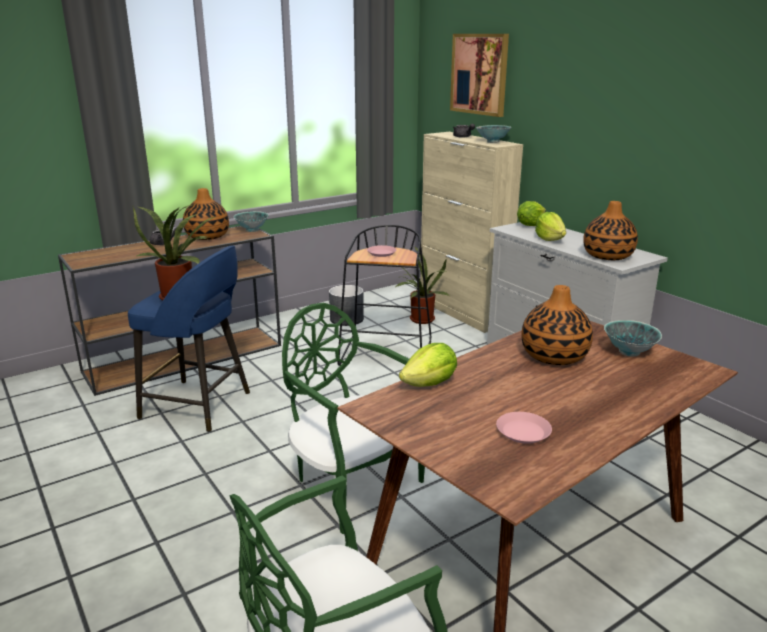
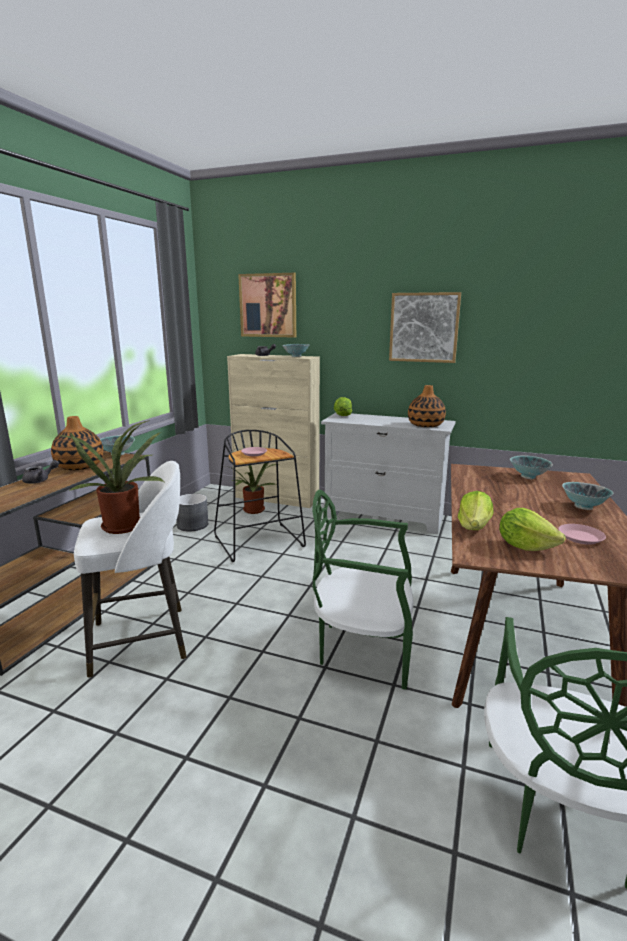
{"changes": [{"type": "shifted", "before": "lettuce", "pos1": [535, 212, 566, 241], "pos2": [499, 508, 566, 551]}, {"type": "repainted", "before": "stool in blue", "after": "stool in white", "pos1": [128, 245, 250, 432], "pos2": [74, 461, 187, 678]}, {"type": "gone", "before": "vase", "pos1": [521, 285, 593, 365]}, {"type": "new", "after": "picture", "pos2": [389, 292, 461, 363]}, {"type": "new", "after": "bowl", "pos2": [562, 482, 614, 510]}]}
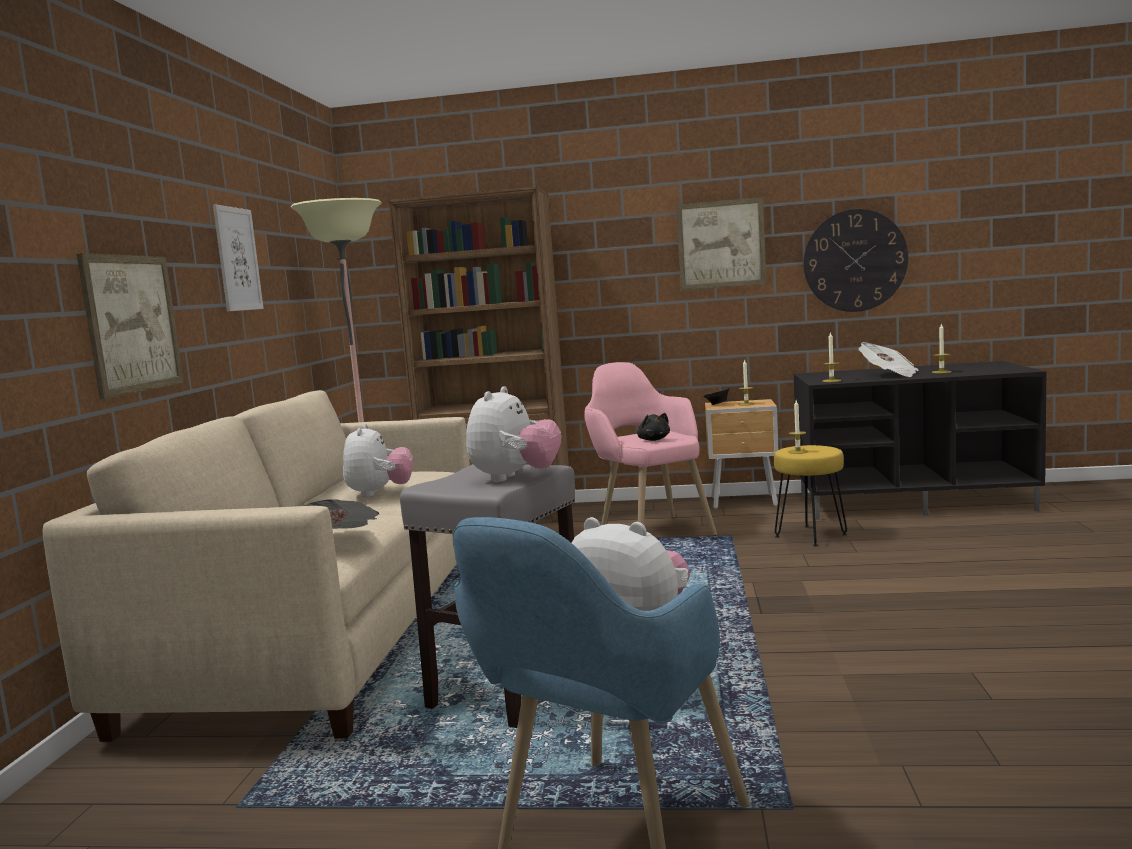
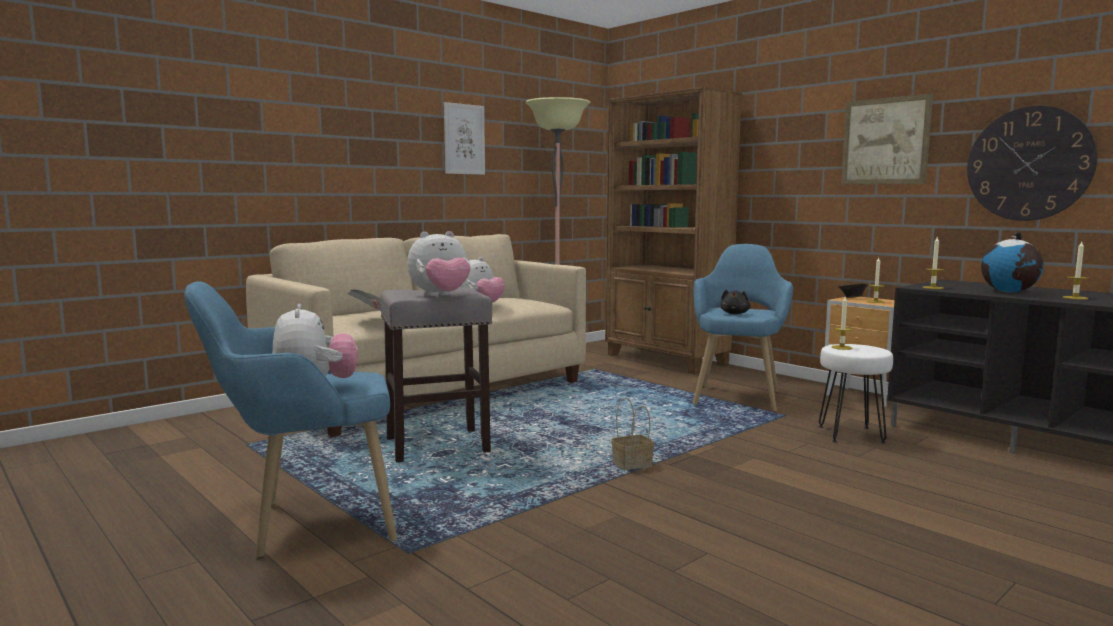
{"changes": [{"type": "gone", "before": "picture", "pos1": [77, 253, 184, 399]}, {"type": "swapped", "before": "newspaper", "after": "globe", "pos1": [858, 342, 919, 377], "pos2": [981, 232, 1044, 293]}, {"type": "repainted", "before": "armchair in pink", "after": "armchair in blue", "pos1": [584, 362, 717, 536], "pos2": [693, 244, 793, 412]}, {"type": "repainted", "before": "stool in yellow", "after": "stool in white", "pos1": [774, 445, 847, 546], "pos2": [819, 344, 893, 444]}, {"type": "new", "after": "basket", "pos2": [611, 397, 654, 470]}]}
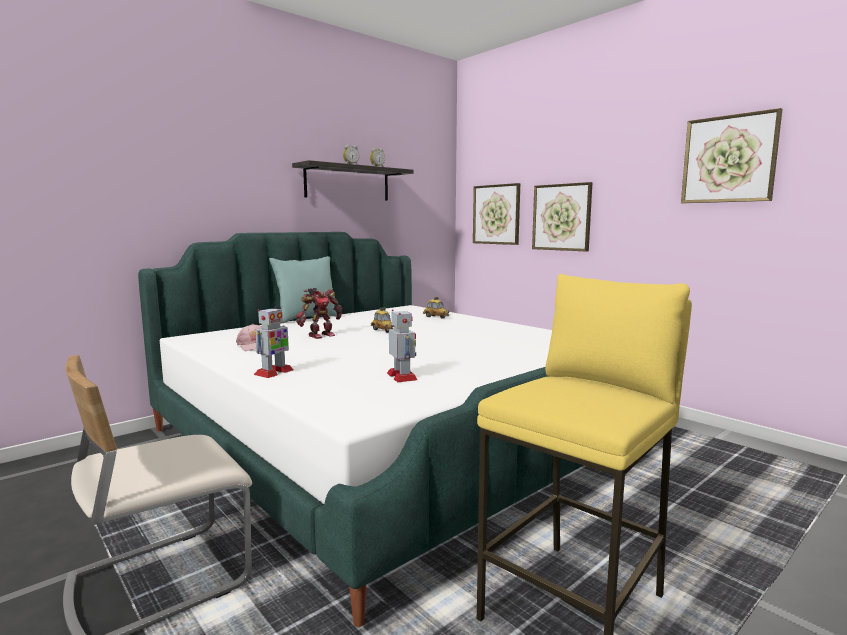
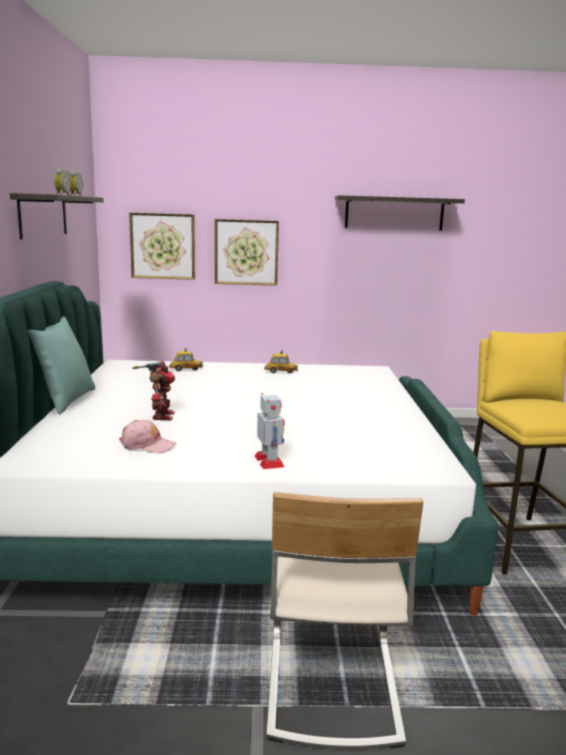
{"changes": [{"type": "swapped", "before": "picture", "after": "shelf", "pos1": [681, 108, 782, 203], "pos2": [335, 195, 465, 231]}, {"type": "shifted", "before": "toy car", "pos1": [371, 307, 394, 333], "pos2": [264, 350, 298, 373]}, {"type": "gone", "before": "toy robot", "pos1": [387, 309, 417, 382]}]}
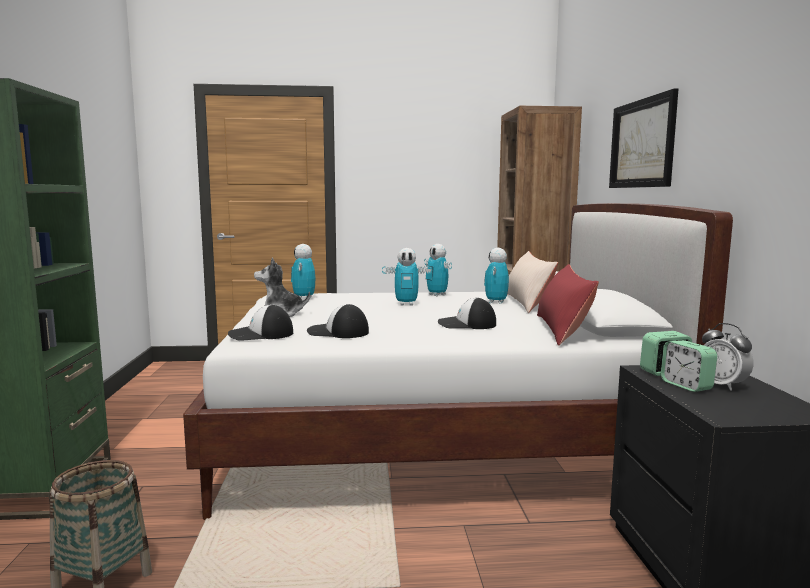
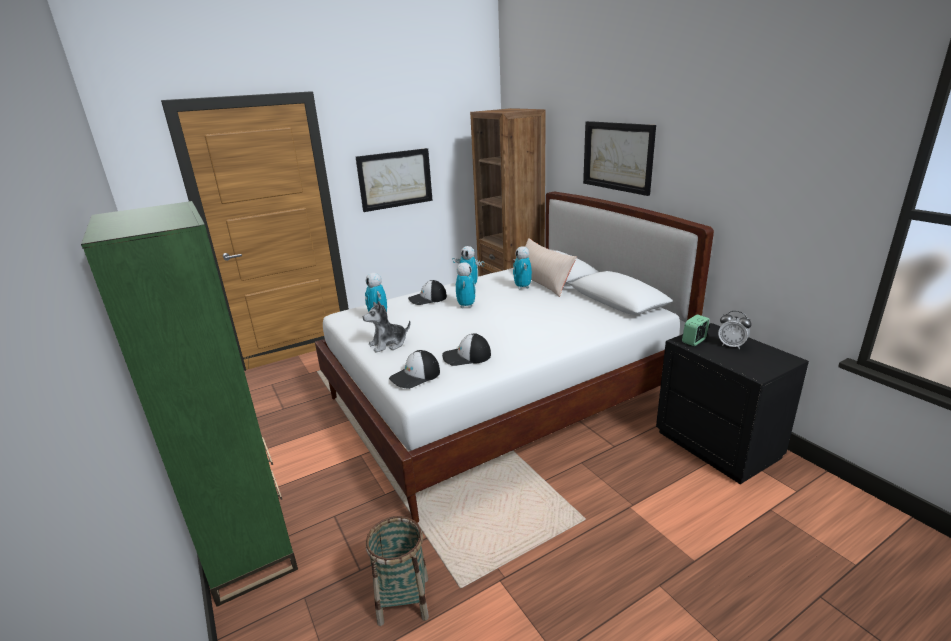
{"changes": [{"type": "rotated", "before": "toy robot", "pos1": [382, 248, 432, 306], "pos2": [456, 262, 476, 308], "turn": -60}, {"type": "gone", "before": "pillow in red", "pos1": [537, 264, 599, 346]}, {"type": "shifted", "before": "cap", "pos1": [438, 297, 496, 329], "pos2": [408, 280, 447, 305]}, {"type": "gone", "before": "alarm clock", "pos1": [661, 340, 717, 392]}, {"type": "new", "after": "picture", "pos2": [356, 148, 433, 212]}]}
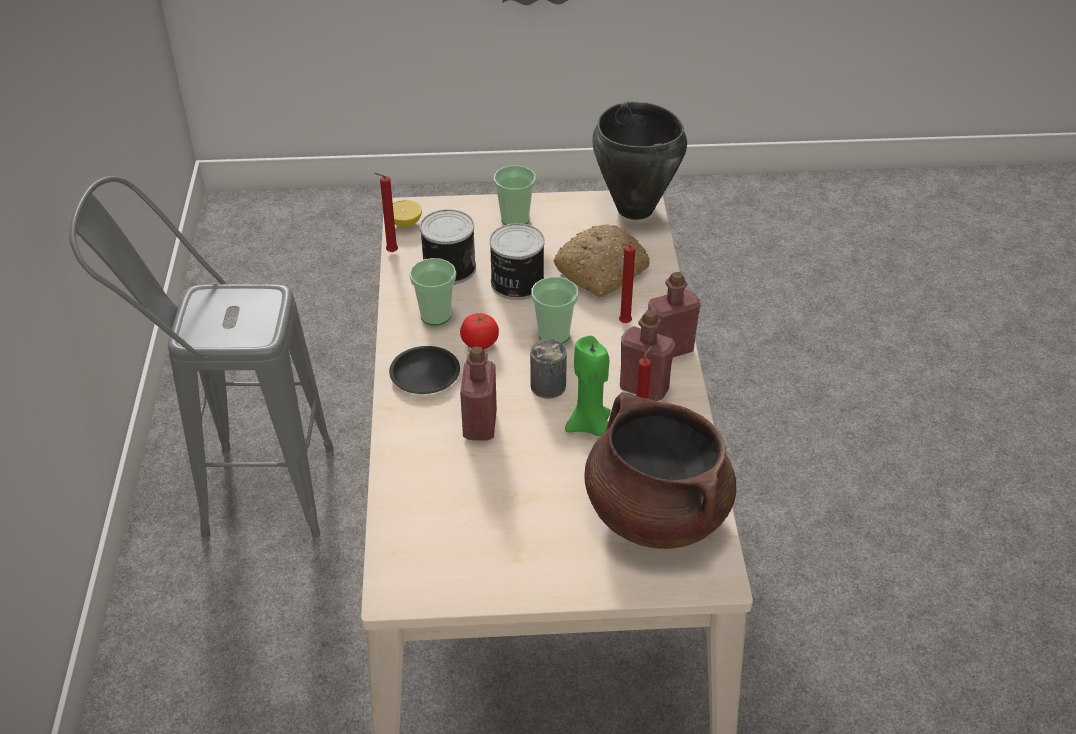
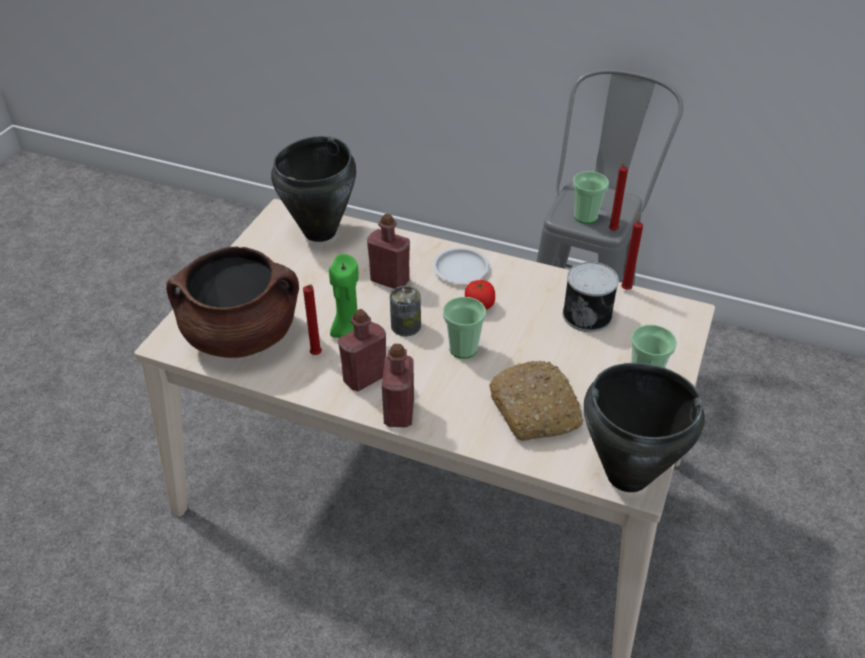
{"changes": [{"type": "gone", "before": "lemon", "pos1": [393, 200, 422, 227]}, {"type": "gone", "before": "can", "pos1": [489, 223, 545, 300]}, {"type": "shifted", "before": "candle in red", "pos1": [619, 243, 635, 323], "pos2": [609, 157, 628, 231]}, {"type": "shifted", "before": "cup", "pos1": [409, 258, 456, 326], "pos2": [573, 171, 609, 224]}, {"type": "repainted", "before": "plate in black", "after": "plate in white", "pos1": [389, 346, 460, 394], "pos2": [433, 248, 489, 283]}, {"type": "new", "after": "cooking pot in black", "pos2": [271, 136, 356, 242]}]}
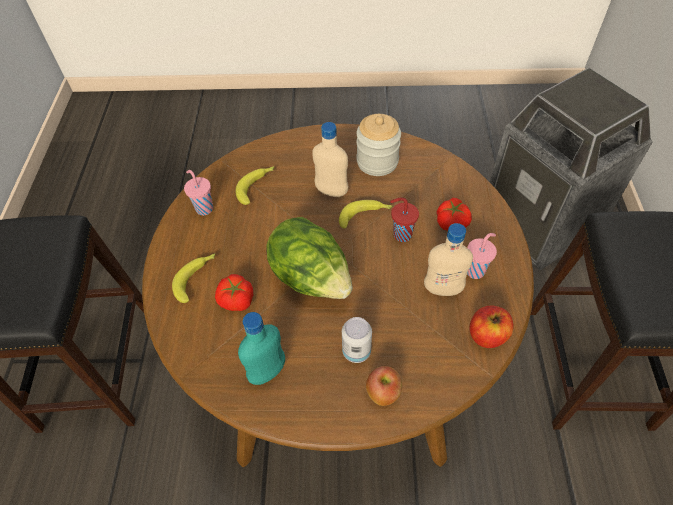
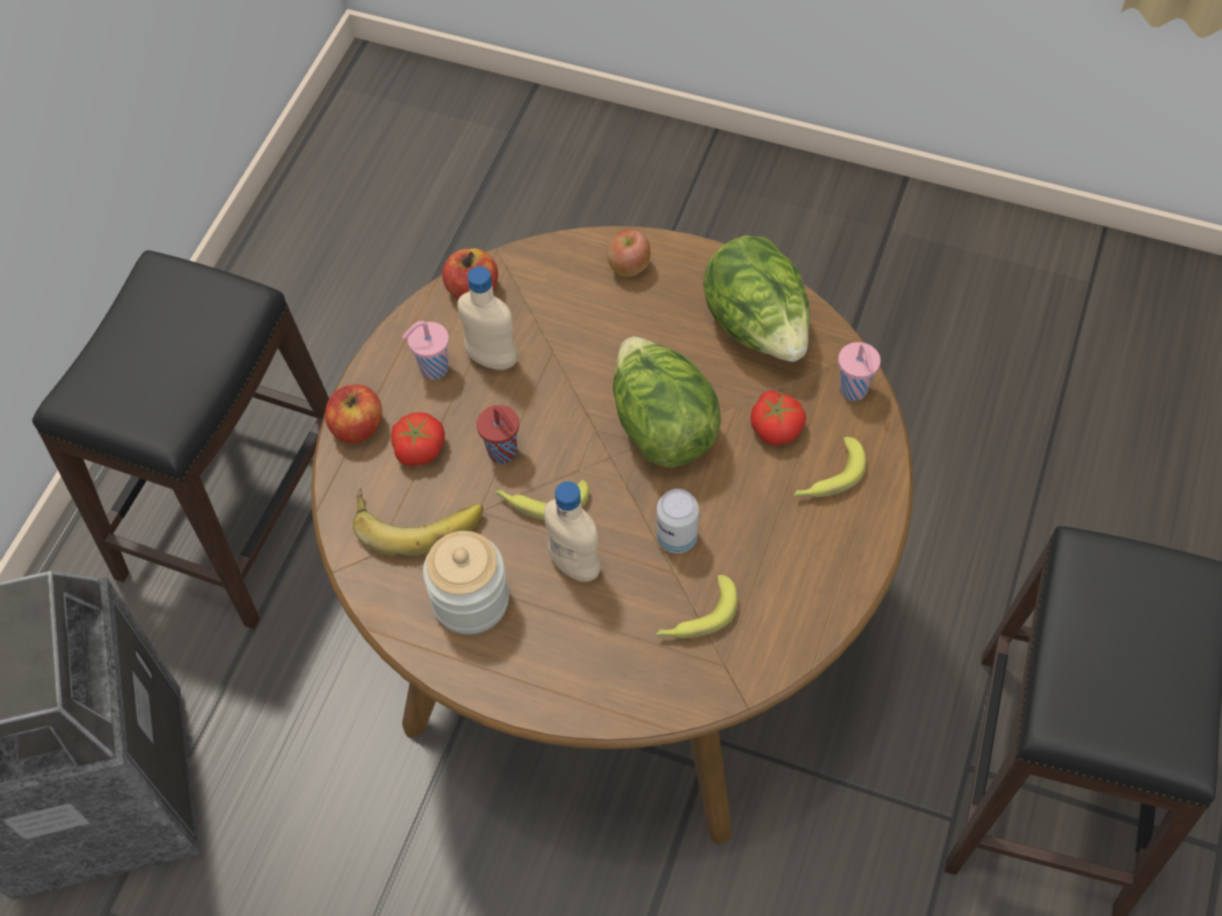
{"changes": [{"type": "shifted", "before": "cup in pink", "pos1": [184, 170, 213, 216], "pos2": [838, 342, 881, 401]}, {"type": "swapped", "before": "bottle in turquoise", "after": "lettuce", "pos1": [238, 312, 285, 385], "pos2": [703, 236, 810, 362]}, {"type": "shifted", "before": "can", "pos1": [342, 317, 372, 363], "pos2": [657, 489, 699, 553]}, {"type": "new", "after": "apple", "pos2": [325, 384, 382, 443]}, {"type": "new", "after": "banana", "pos2": [353, 488, 483, 556]}]}
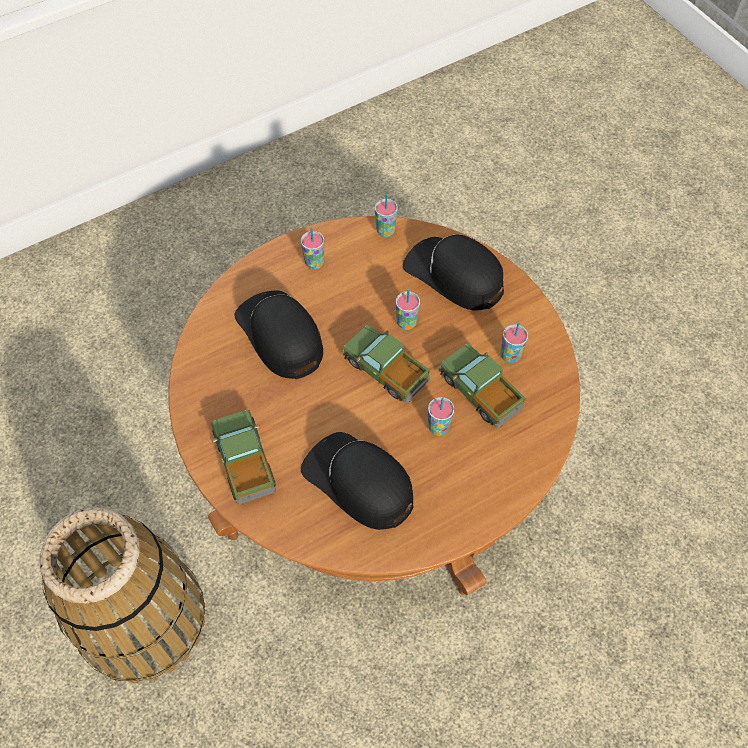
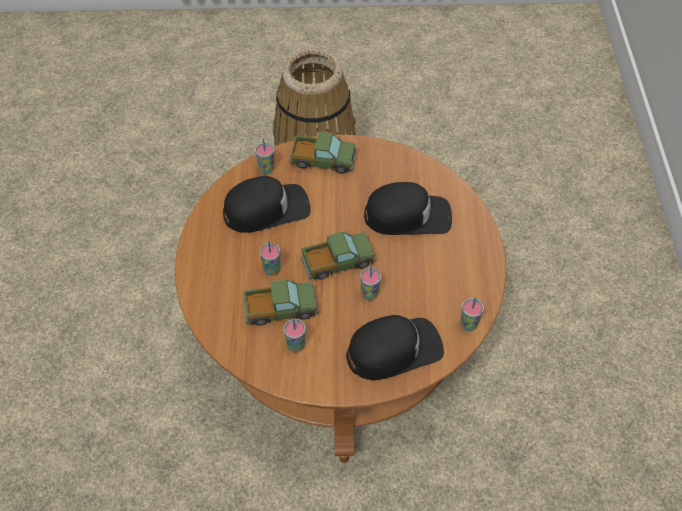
{"changes": [{"type": "shifted", "before": "cup", "pos1": [301, 227, 324, 270], "pos2": [255, 138, 274, 174]}]}
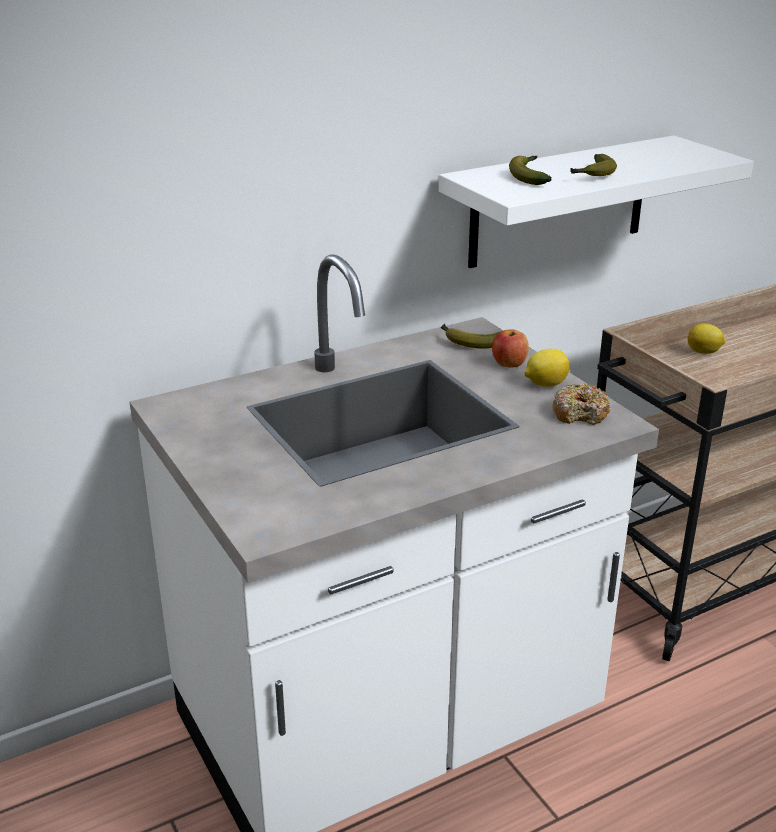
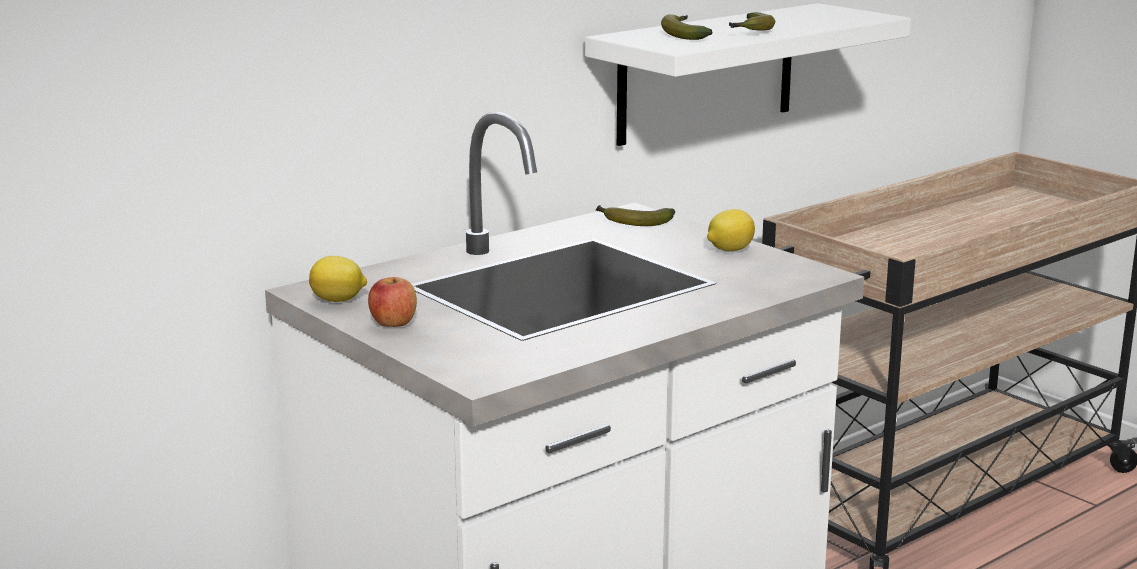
{"changes": [{"type": "shifted", "before": "lemon", "pos1": [688, 323, 726, 354], "pos2": [309, 256, 367, 302]}, {"type": "shifted", "before": "apple", "pos1": [492, 329, 529, 367], "pos2": [368, 277, 417, 327]}, {"type": "gone", "before": "donut", "pos1": [552, 384, 610, 425]}]}
